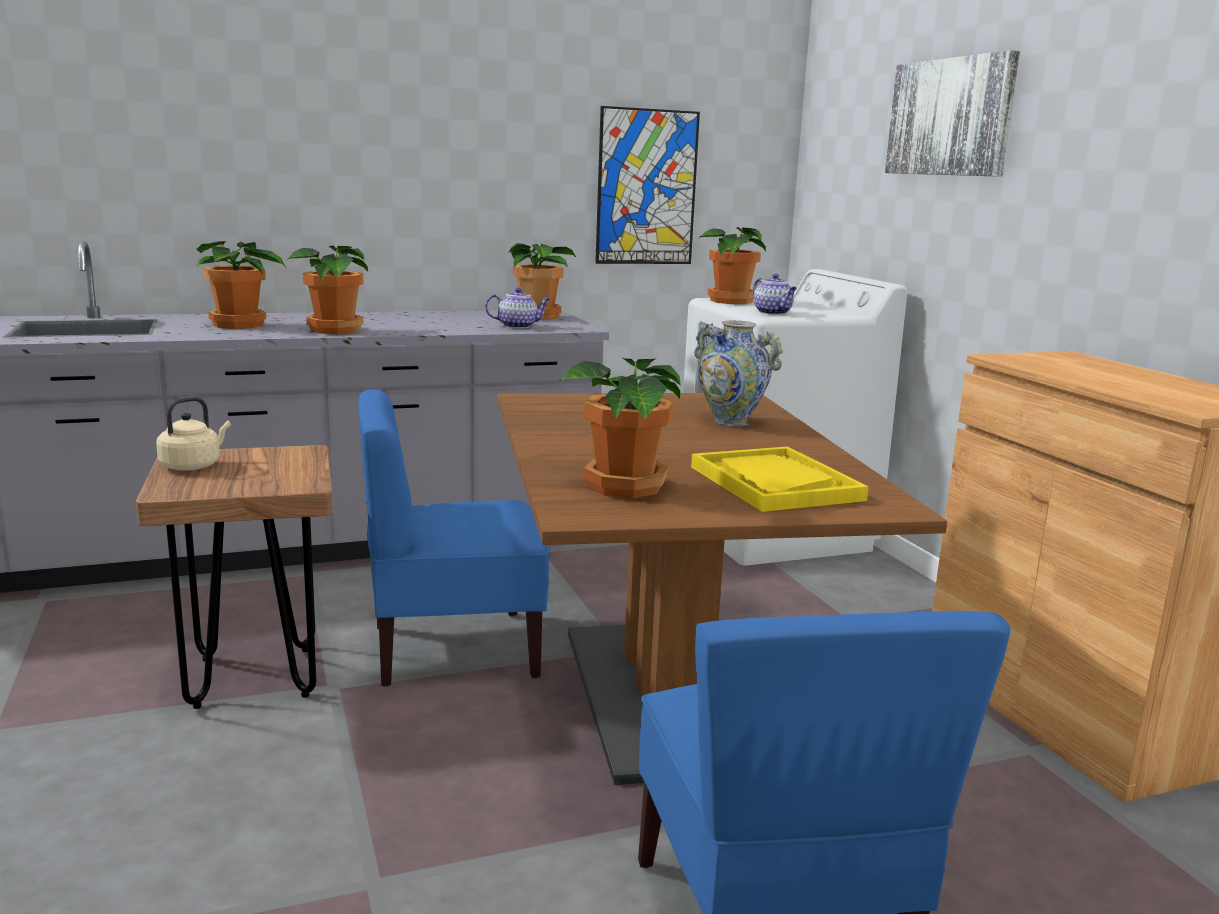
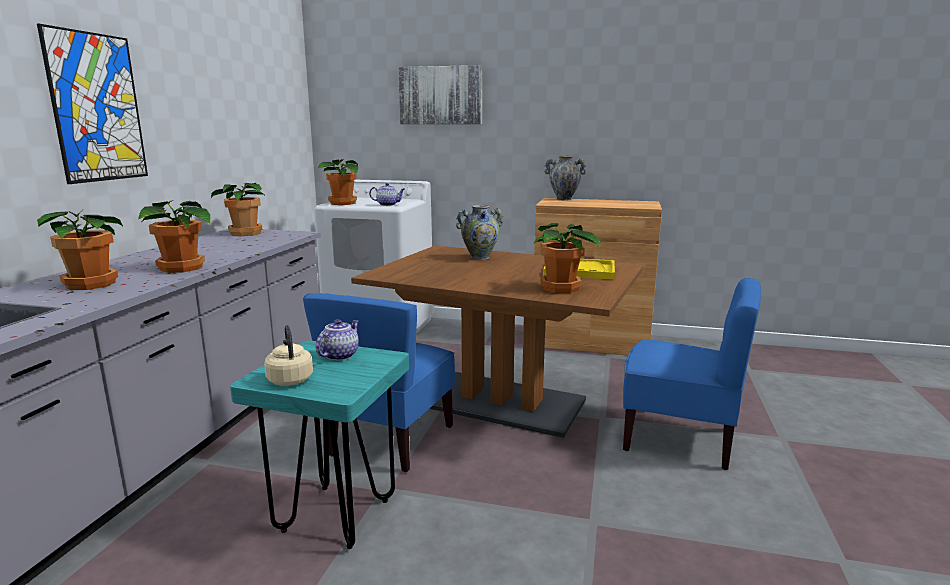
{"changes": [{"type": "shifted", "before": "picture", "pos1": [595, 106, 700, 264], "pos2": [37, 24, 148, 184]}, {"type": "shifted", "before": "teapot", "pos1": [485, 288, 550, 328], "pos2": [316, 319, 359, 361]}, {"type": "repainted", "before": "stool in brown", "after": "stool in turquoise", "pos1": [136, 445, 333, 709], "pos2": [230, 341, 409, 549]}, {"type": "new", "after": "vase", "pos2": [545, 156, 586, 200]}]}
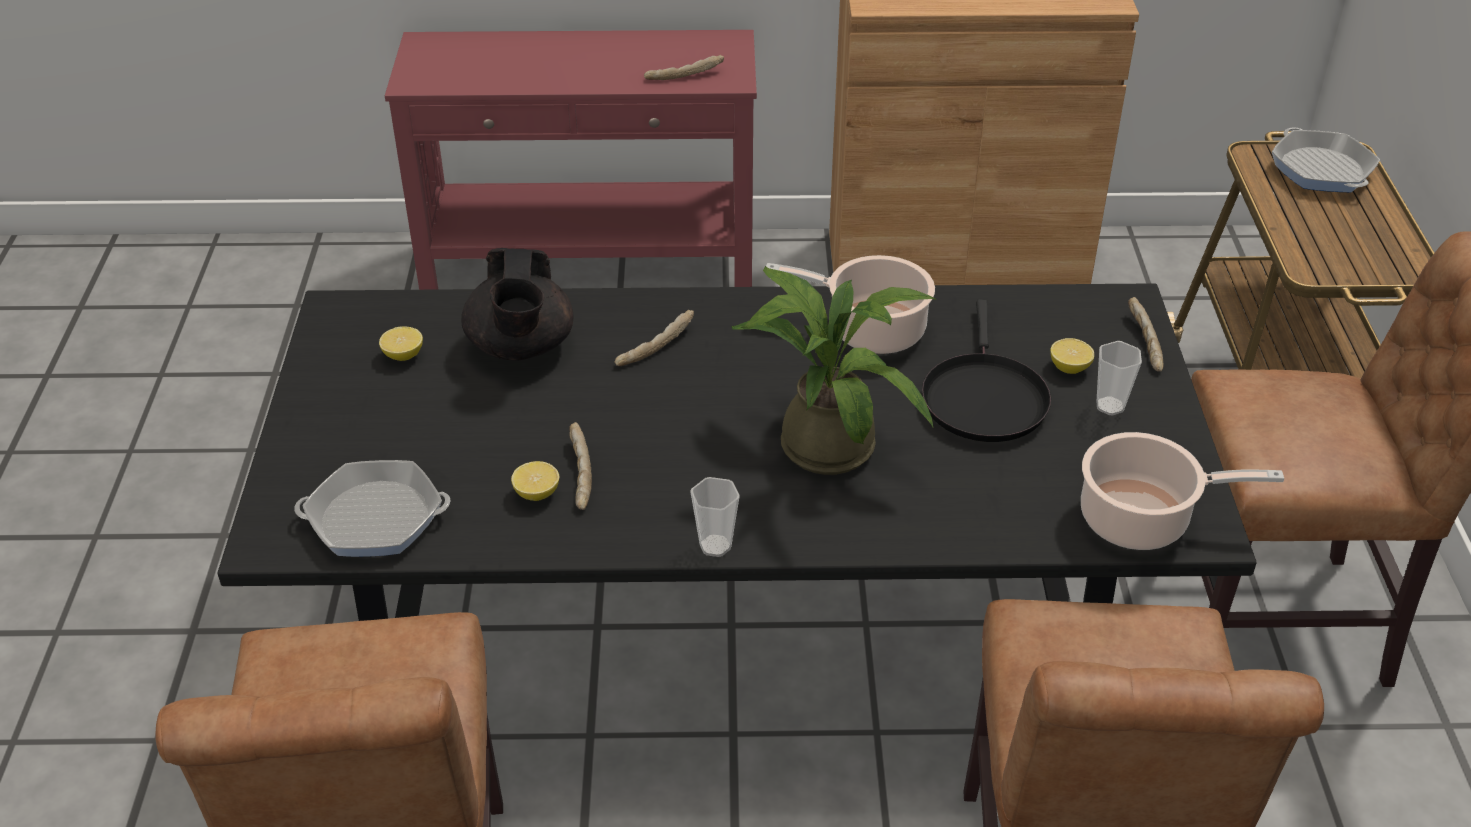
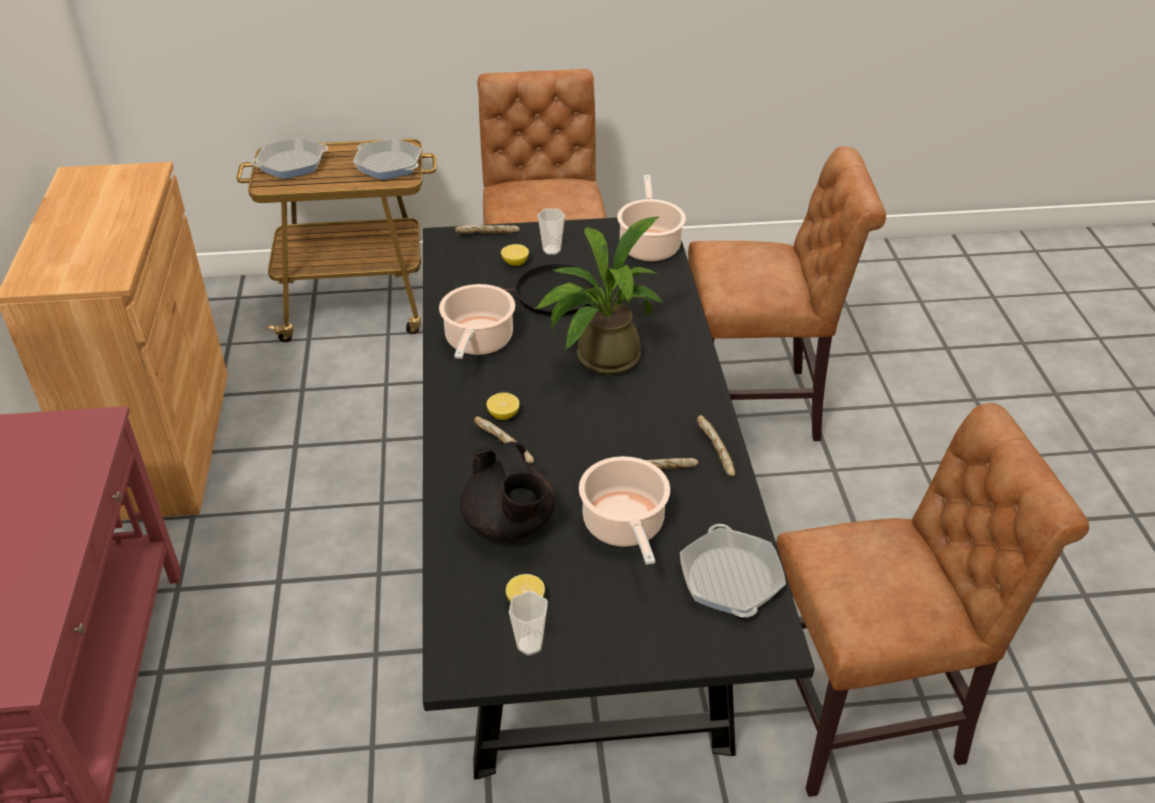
{"changes": [{"type": "shifted", "before": "bread", "pos1": [644, 55, 724, 80], "pos2": [697, 415, 735, 477]}, {"type": "rotated", "before": "teapot in black", "pos1": [461, 248, 574, 360], "pos2": [460, 442, 555, 541], "turn": 75}, {"type": "shifted", "before": "lemon", "pos1": [511, 461, 559, 501], "pos2": [487, 393, 520, 420]}, {"type": "shifted", "before": "cup", "pos1": [690, 477, 740, 557], "pos2": [509, 591, 548, 656]}, {"type": "new", "after": "frying pan", "pos2": [353, 139, 421, 180]}, {"type": "new", "after": "cooking pot", "pos2": [579, 456, 670, 565]}]}
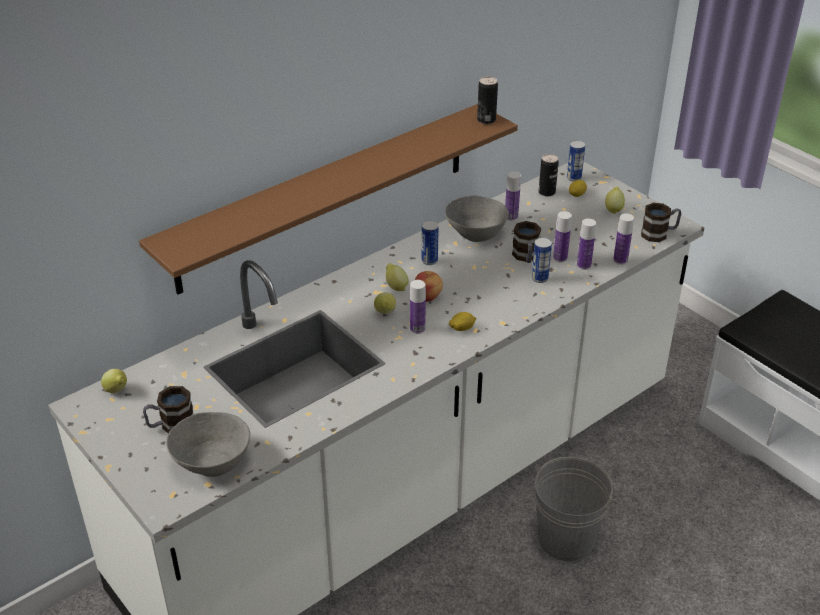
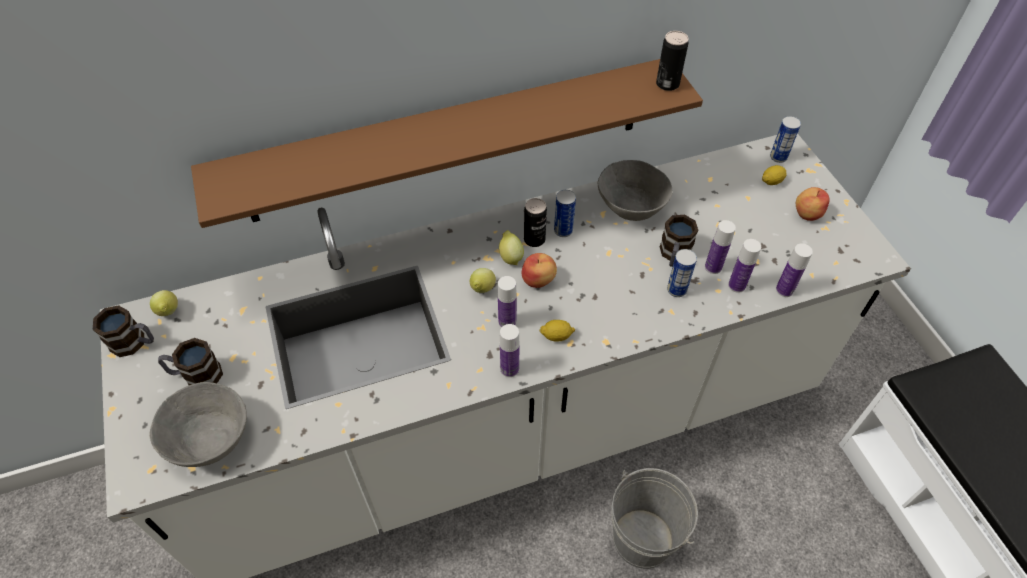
{"changes": [{"type": "shifted", "before": "can", "pos1": [539, 154, 559, 197], "pos2": [524, 198, 547, 247]}, {"type": "shifted", "before": "bottle", "pos1": [505, 172, 521, 221], "pos2": [500, 324, 520, 377]}, {"type": "swapped", "before": "lemon", "after": "apple", "pos1": [605, 187, 625, 214], "pos2": [796, 187, 830, 221]}, {"type": "shifted", "before": "mug", "pos1": [641, 203, 681, 242], "pos2": [93, 305, 154, 357]}]}
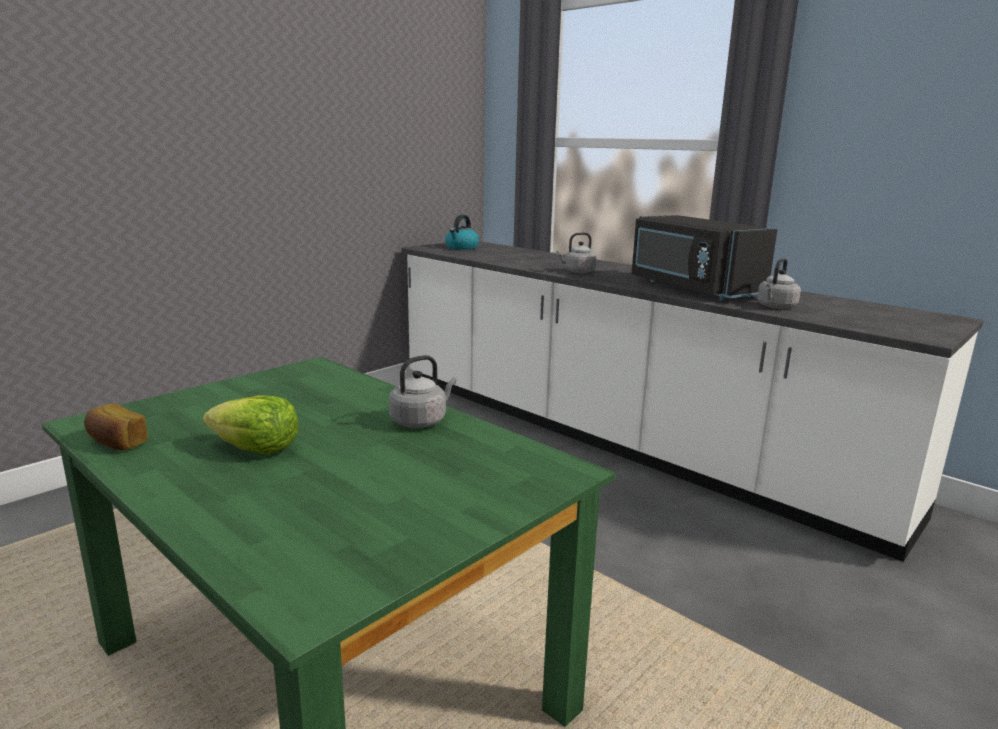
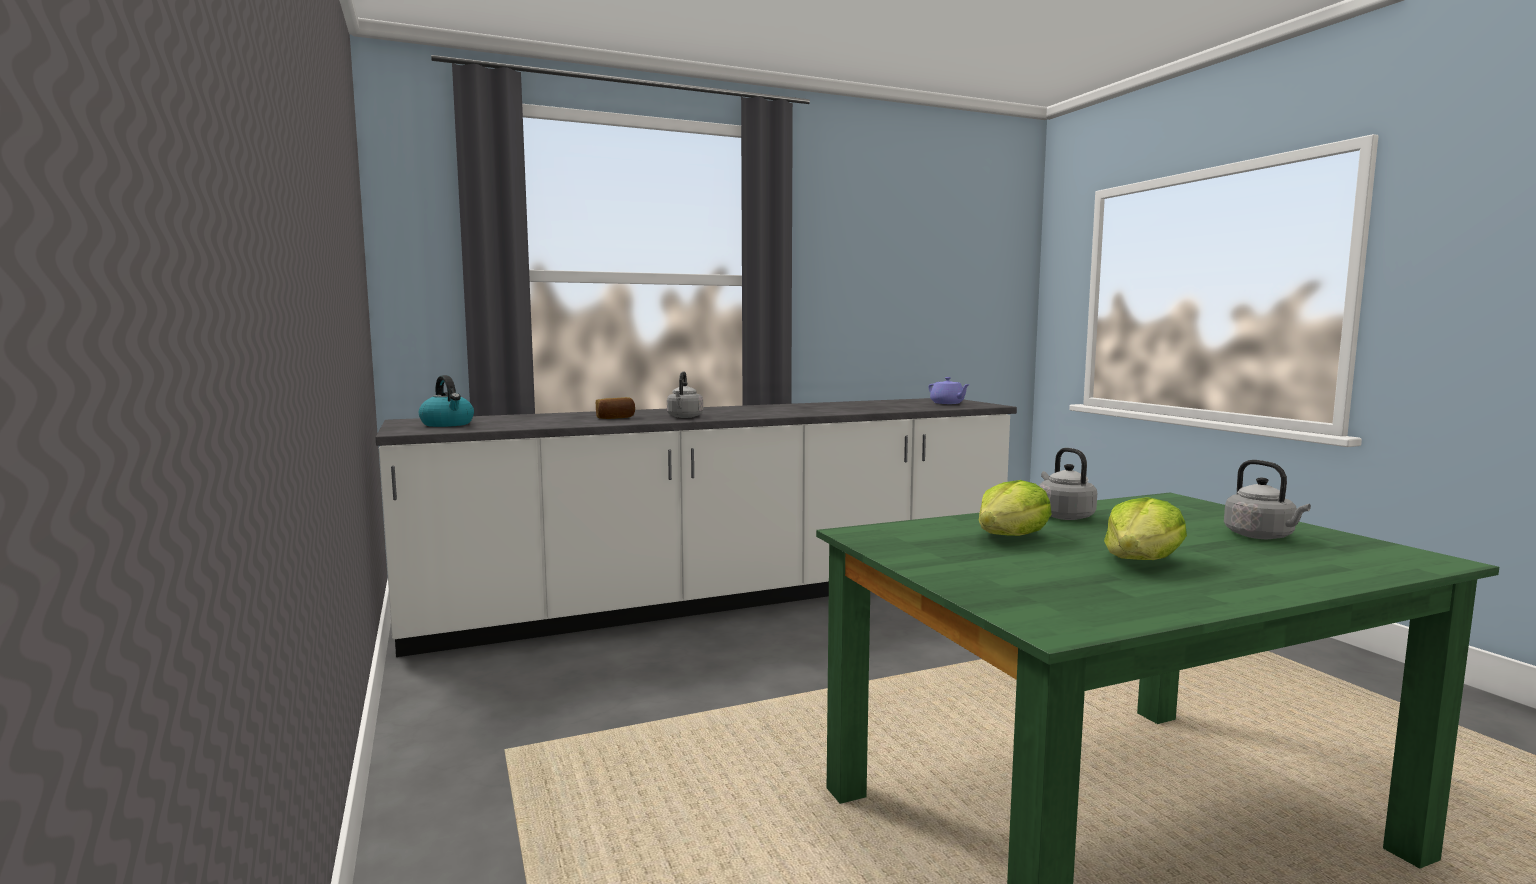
{"changes": [{"type": "gone", "before": "microwave in black", "pos1": [632, 215, 777, 300]}, {"type": "shifted", "before": "kettle in grey", "pos1": [757, 258, 801, 309], "pos2": [1224, 460, 1311, 539]}, {"type": "shifted", "before": "bread", "pos1": [84, 404, 148, 450], "pos2": [596, 397, 635, 419]}, {"type": "new", "after": "teapot in purple", "pos2": [928, 377, 970, 404]}, {"type": "new", "after": "lettuce", "pos2": [979, 480, 1052, 536]}]}
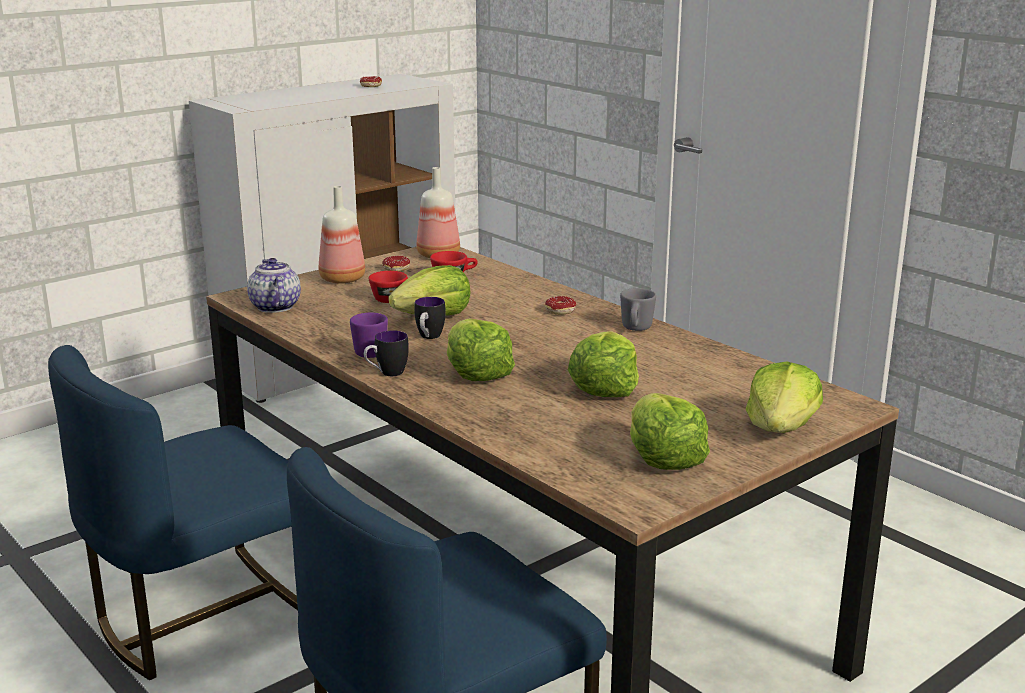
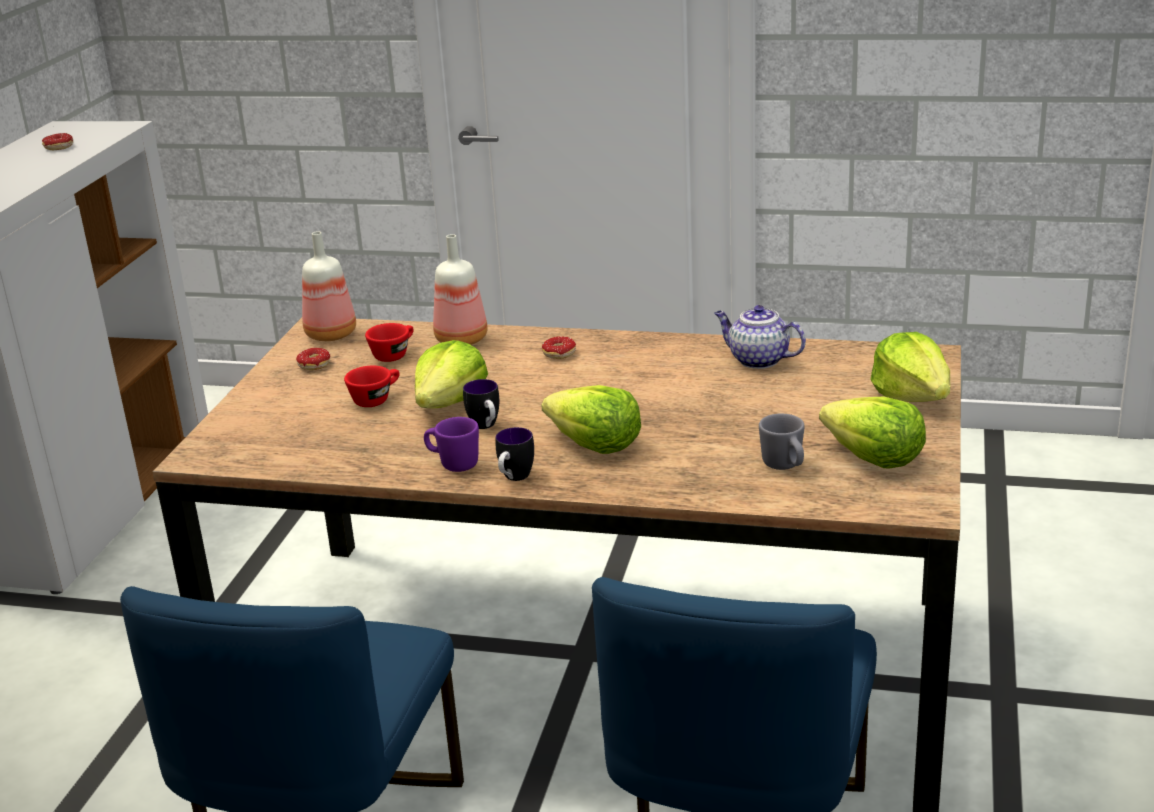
{"changes": [{"type": "shifted", "before": "bottle", "pos1": [319, 186, 365, 284], "pos2": [433, 234, 488, 345]}, {"type": "shifted", "before": "teapot", "pos1": [247, 258, 301, 313], "pos2": [714, 305, 806, 369]}, {"type": "shifted", "before": "mug in grey", "pos1": [620, 288, 656, 331], "pos2": [759, 414, 804, 470]}, {"type": "gone", "before": "lettuce", "pos1": [568, 331, 639, 397]}]}
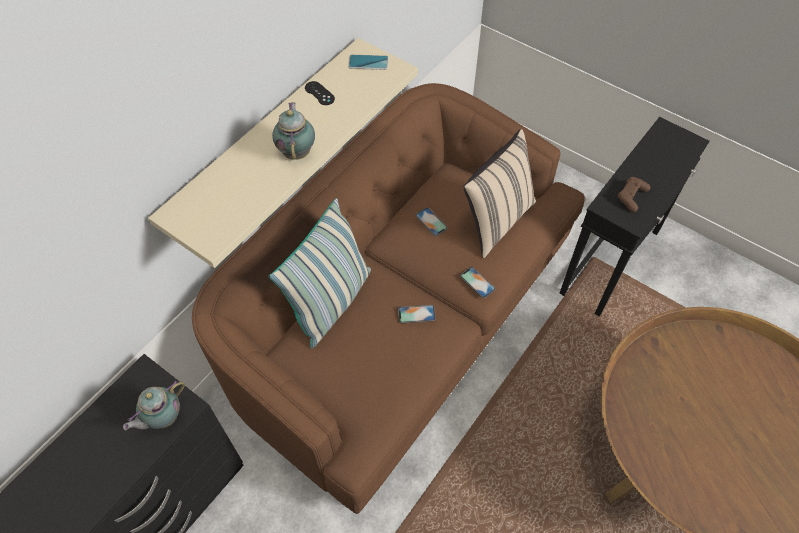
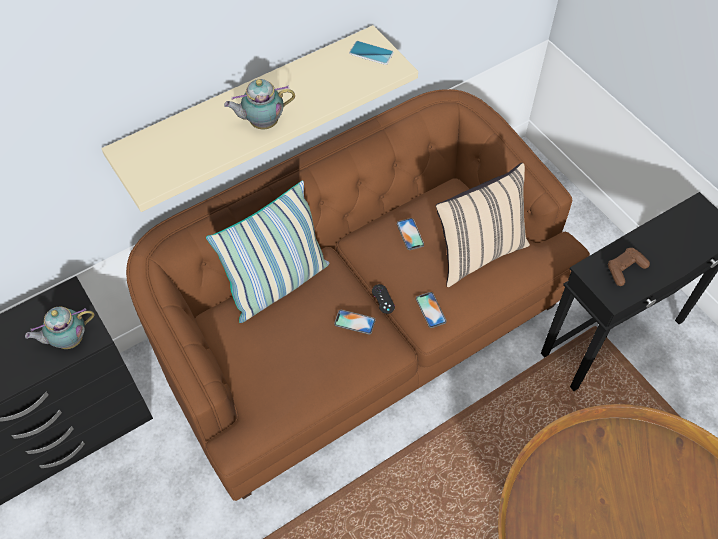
{"changes": [{"type": "shifted", "before": "game controller in black", "pos1": [305, 81, 335, 105], "pos2": [372, 284, 395, 314]}, {"type": "rotated", "before": "teapot", "pos1": [272, 102, 315, 160], "pos2": [224, 79, 295, 129], "turn": -120}]}
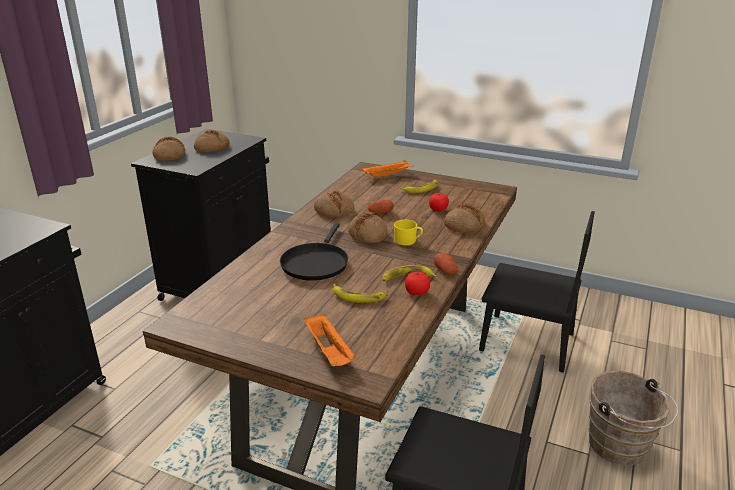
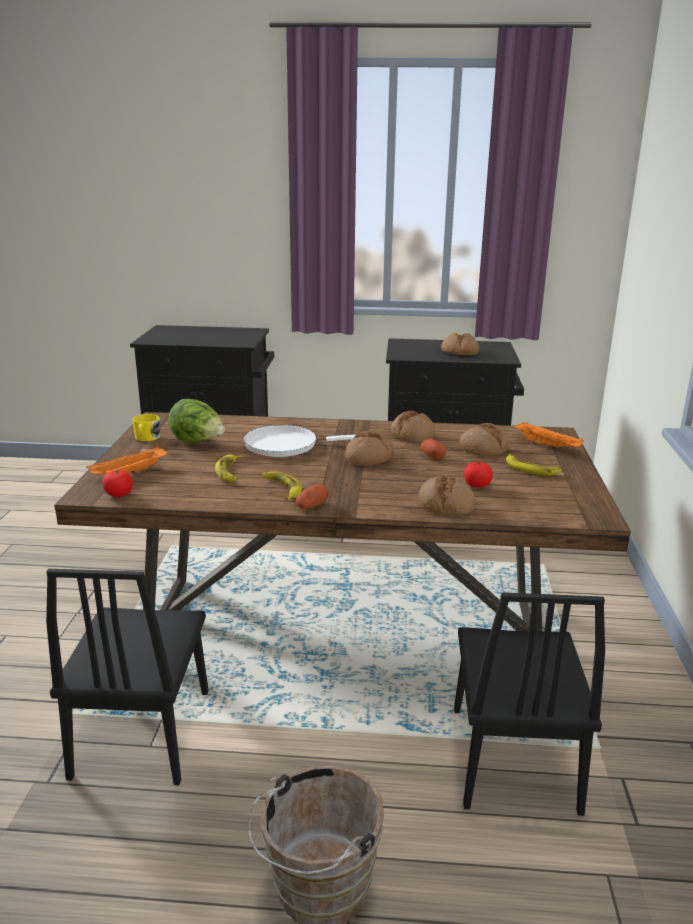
{"changes": [{"type": "shifted", "before": "bread", "pos1": [152, 137, 185, 161], "pos2": [459, 423, 511, 456]}, {"type": "shifted", "before": "mug in yellow", "pos1": [394, 220, 423, 245], "pos2": [132, 414, 160, 441]}, {"type": "repainted", "before": "frying pan in black", "after": "frying pan in white", "pos1": [280, 223, 348, 281], "pos2": [243, 425, 356, 457]}, {"type": "shifted", "before": "tomato", "pos1": [405, 272, 430, 295], "pos2": [102, 469, 133, 497]}, {"type": "new", "after": "lettuce", "pos2": [168, 399, 225, 443]}]}
